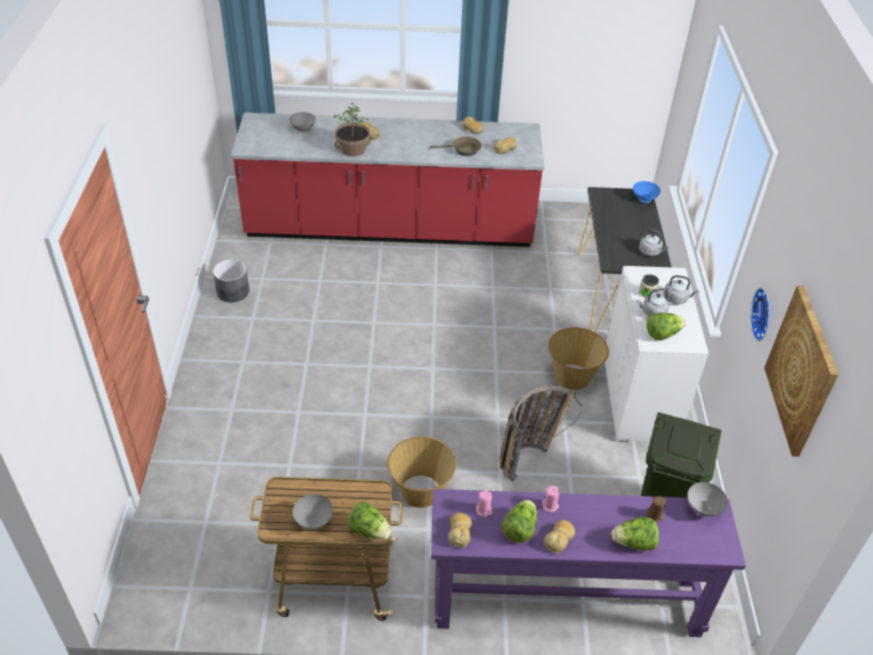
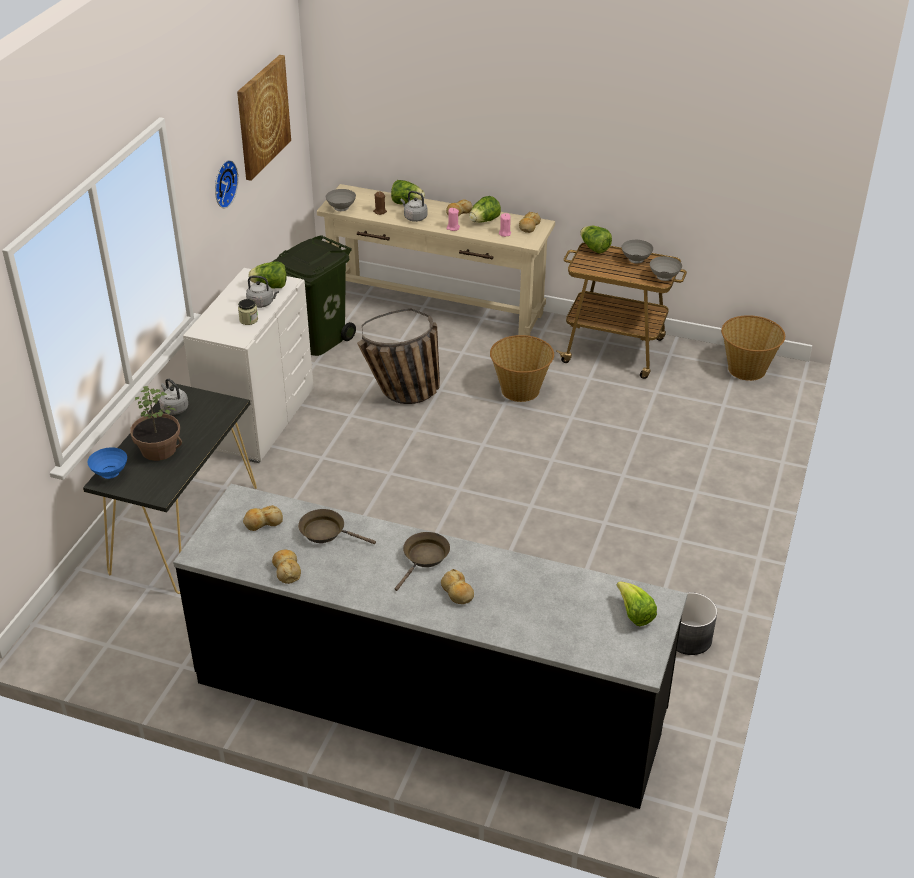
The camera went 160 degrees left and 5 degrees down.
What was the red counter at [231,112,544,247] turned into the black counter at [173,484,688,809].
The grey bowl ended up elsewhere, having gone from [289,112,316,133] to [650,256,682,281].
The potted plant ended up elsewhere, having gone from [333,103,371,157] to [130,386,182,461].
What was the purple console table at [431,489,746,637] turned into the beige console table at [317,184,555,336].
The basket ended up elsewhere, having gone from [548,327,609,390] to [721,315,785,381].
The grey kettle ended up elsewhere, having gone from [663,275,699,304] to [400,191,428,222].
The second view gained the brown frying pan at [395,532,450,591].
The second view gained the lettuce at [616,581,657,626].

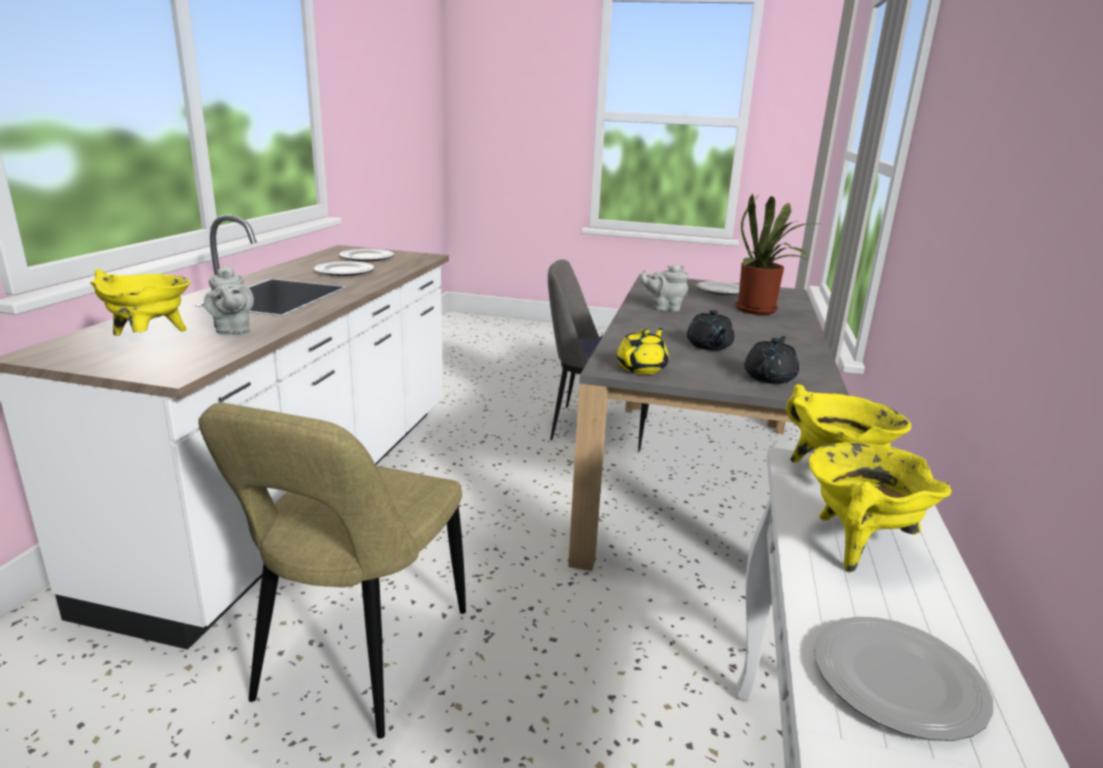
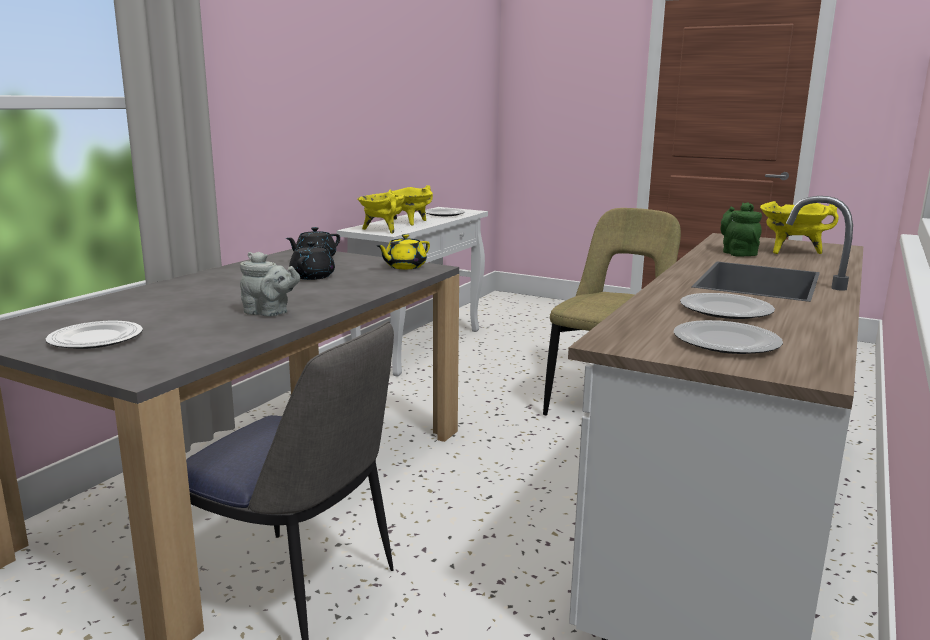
The camera went 165 degrees left and 5 degrees down.
What was the grey teapot at [204,265,254,335] turned into the green teapot at [720,202,762,257].
The second view lost the potted plant at [735,194,817,315].

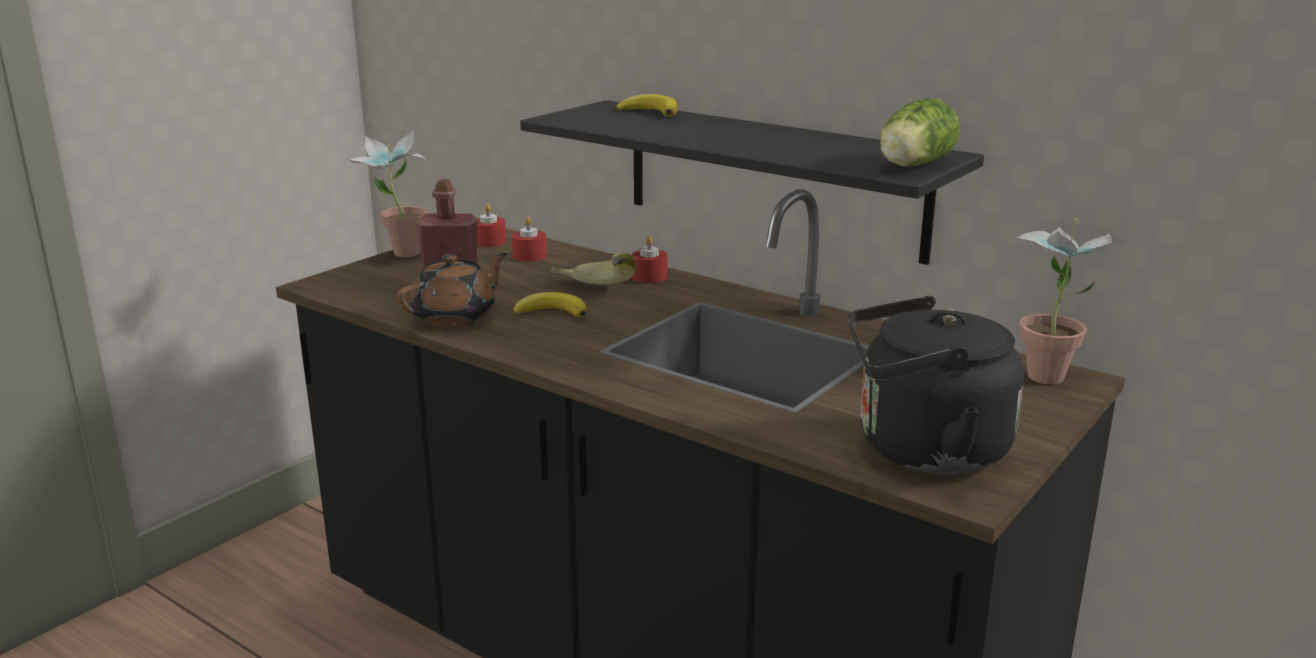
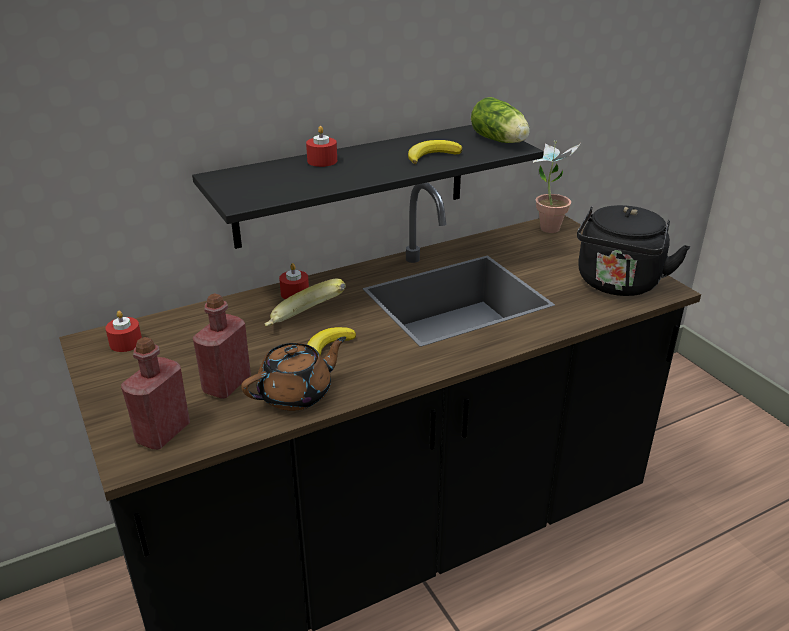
The camera went 65 degrees left and 10 degrees up.
The second view lost the potted plant at [349,130,428,257].
The brown teapot at [397,253,507,327] ended up facing another way, 75 degrees clockwise from before.
The red candle ended up elsewhere, having gone from [512,217,547,262] to [306,126,337,167].
The banana ended up elsewhere, having gone from [616,94,677,117] to [408,140,462,164].
The second view gained the red bottle at [121,337,190,450].

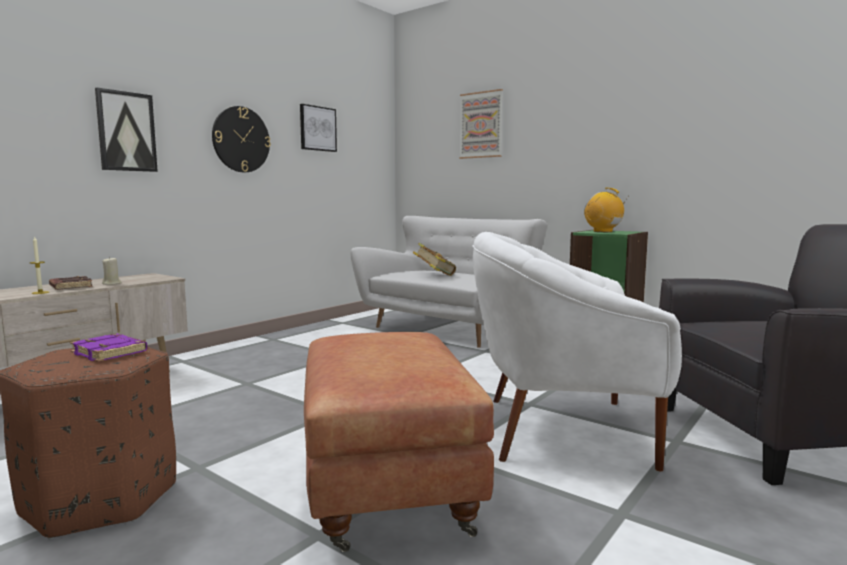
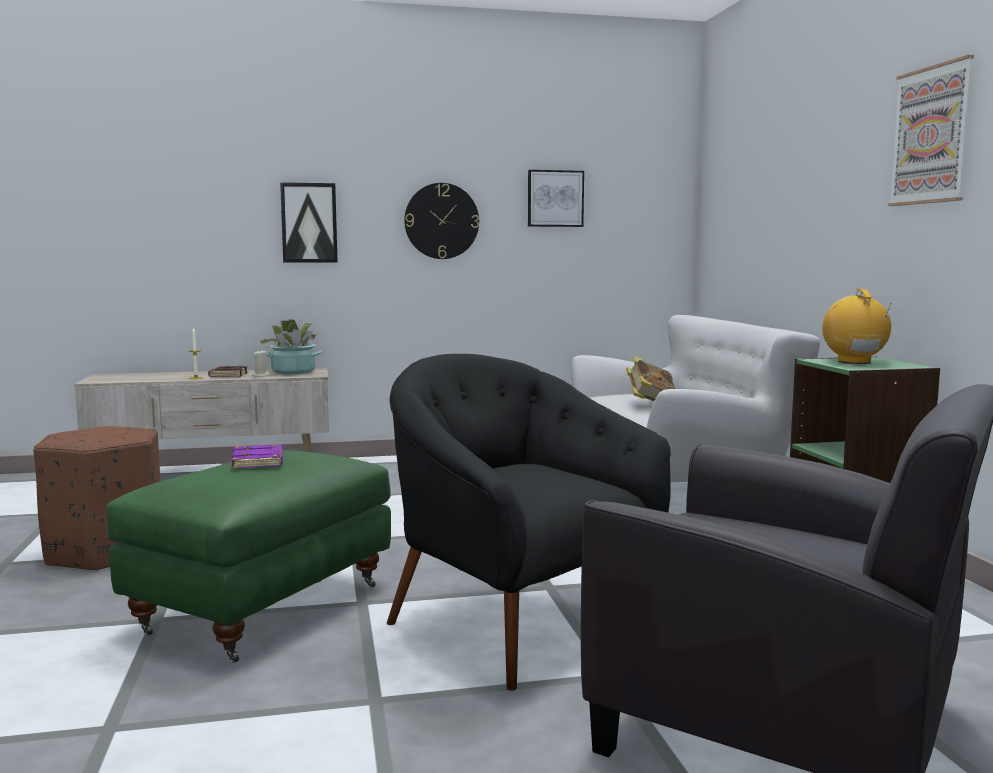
The camera went 40 degrees right and 0 degrees up.
The purple book ended up elsewhere, having gone from [70,334,148,362] to [232,444,283,469].
What was the brown ottoman at [304,332,494,552] turned into the green ottoman at [106,450,391,663].
The picture ended up elsewhere, having gone from [459,89,503,159] to [888,55,974,206].
What was the white armchair at [472,232,682,471] turned into the black armchair at [387,354,671,691].
The second view gained the potted plant at [259,319,322,374].

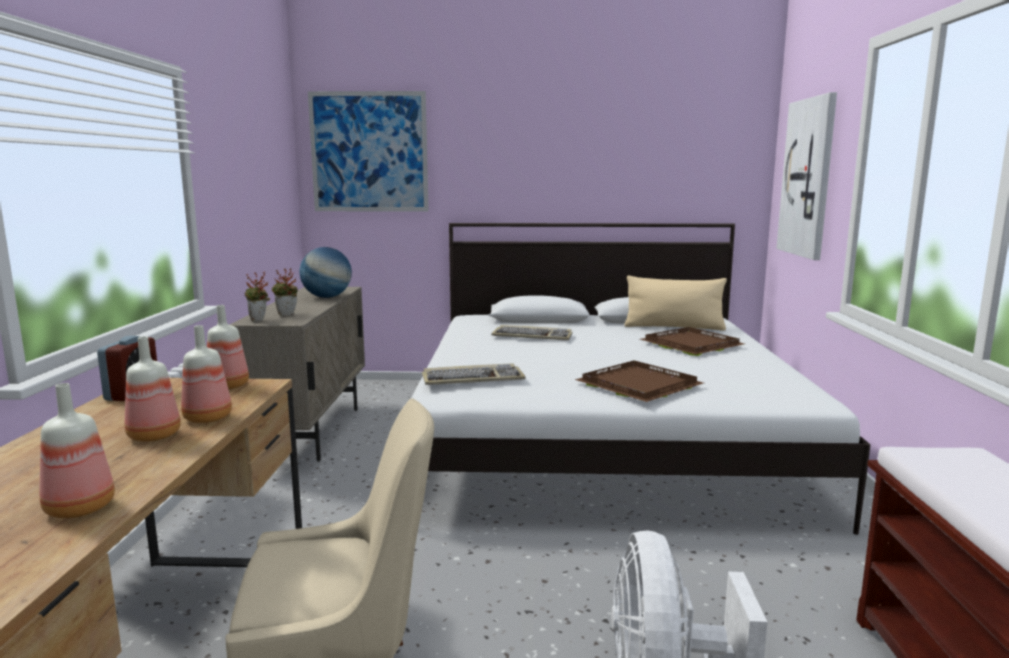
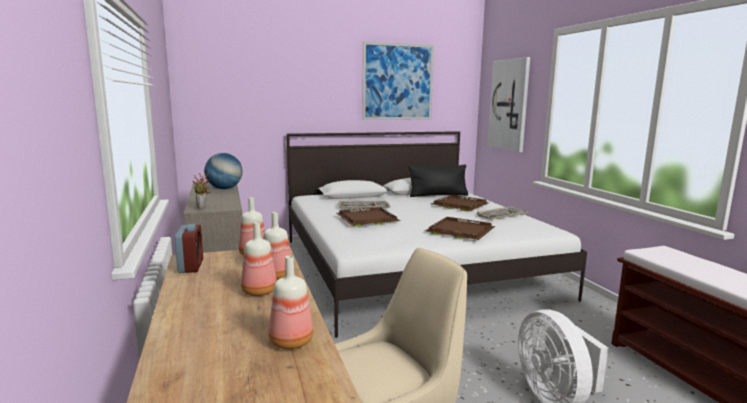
The camera went 20 degrees left and 0 degrees up.
The second view lost the potted plant at [272,269,298,316].
The picture ended up elsewhere, having gone from [308,91,429,212] to [362,41,434,120].
The keyboard ended up elsewhere, having gone from [422,363,526,385] to [477,206,529,219].
What was the beige pillow at [624,276,727,331] turned into the black pillow at [409,164,468,197].
The second view gained the brown tray at [337,207,400,227].

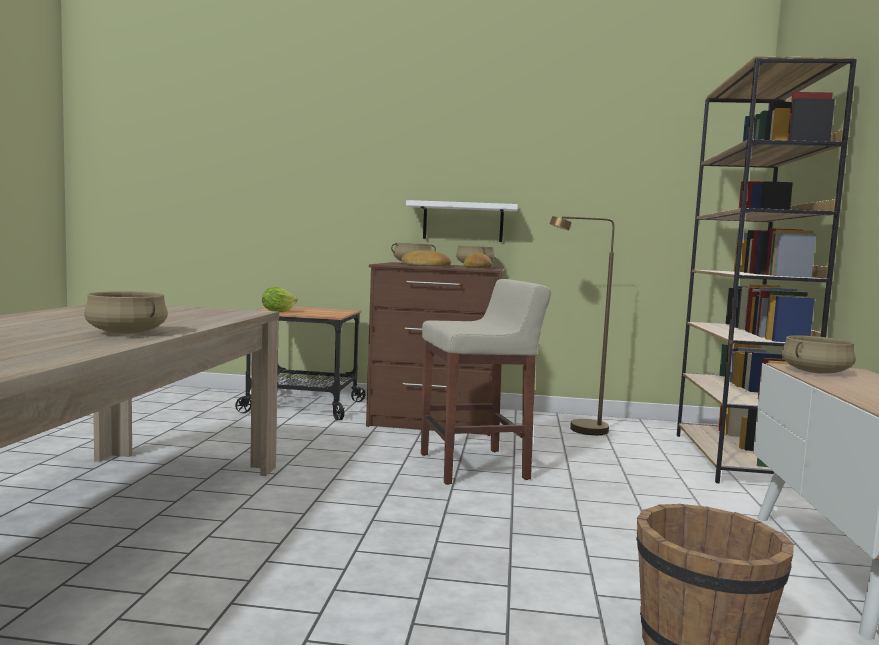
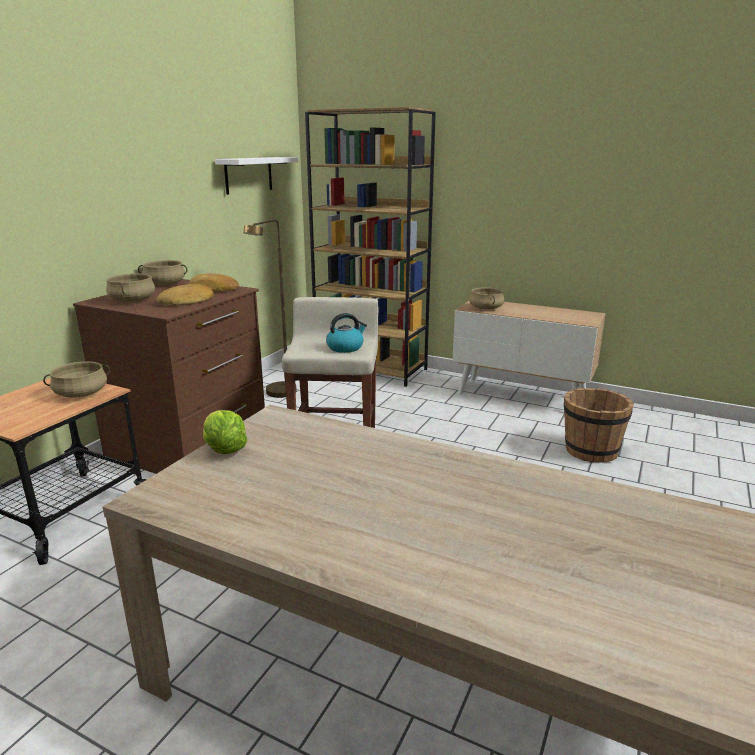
The camera went 70 degrees left and 15 degrees up.
The beige cooking pot ended up elsewhere, having gone from [84,291,168,334] to [43,361,110,397].
The lettuce ended up elsewhere, having gone from [262,287,297,312] to [203,410,247,454].
The white shelf ended up elsewhere, having gone from [406,200,518,242] to [215,157,298,195].
The second view gained the kettle at [326,313,367,353].

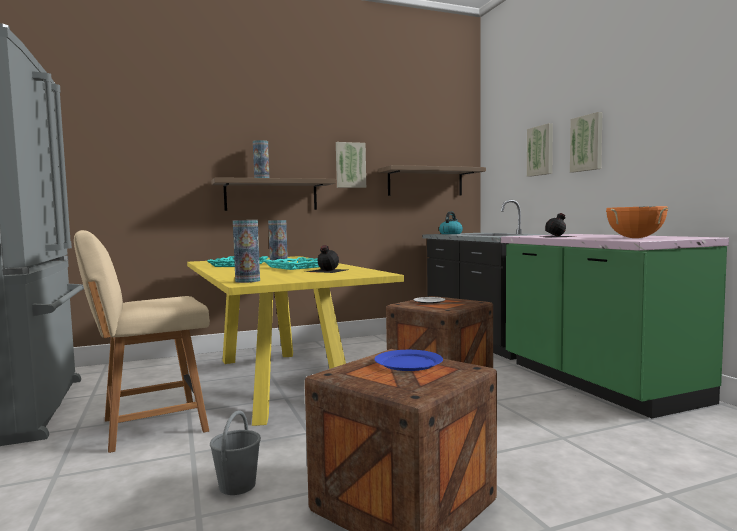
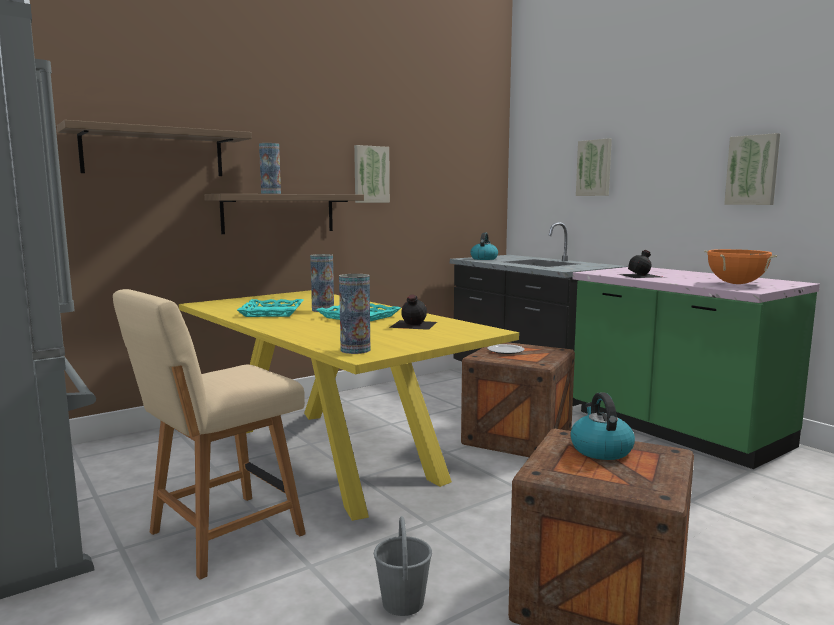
The camera went 15 degrees left and 5 degrees up.
Where the blue plate stood at [374,350,443,371], the kettle came to stand at [570,393,635,460].
The shelf ended up elsewhere, having gone from [378,165,486,196] to [57,120,252,176].
The picture ended up elsewhere, having gone from [570,112,602,172] to [724,133,780,205].

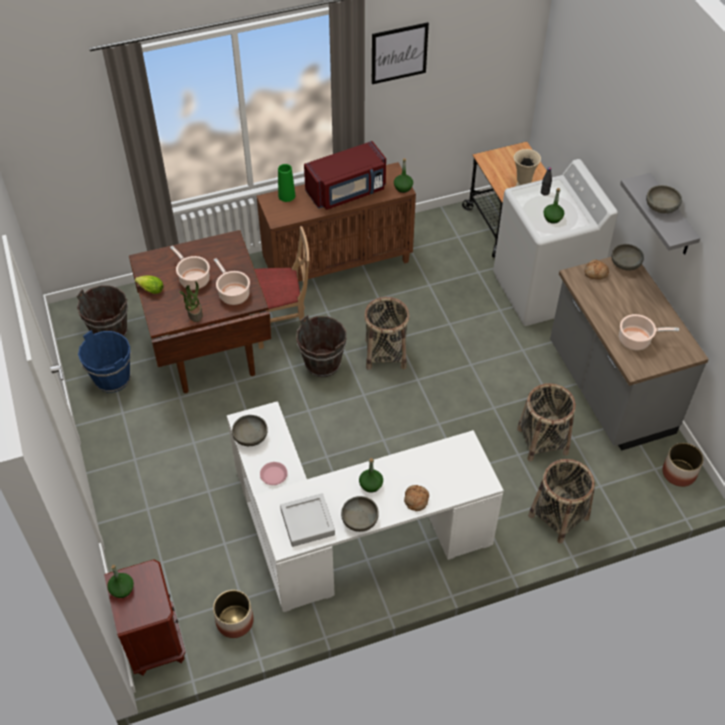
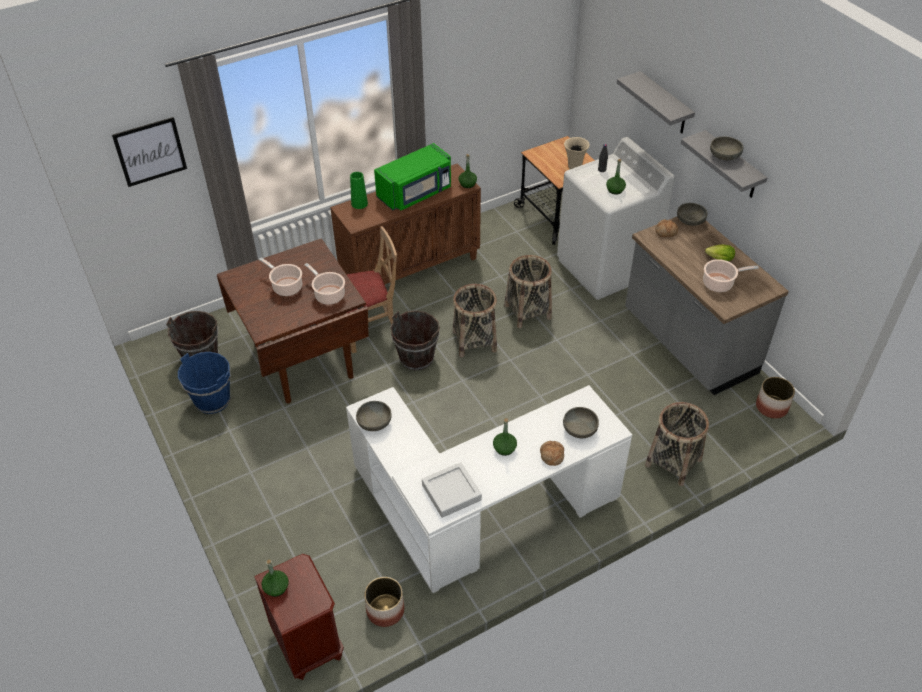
The camera went 10 degrees left and 5 degrees down.
The lettuce ended up elsewhere, having gone from [135,276,164,294] to [705,245,735,261].
The second view lost the potted plant at [179,281,203,322].
The second view lost the pink plate at [260,462,287,485].
What was the red microwave at [304,141,386,210] turned into the green microwave at [374,143,451,211].
The grey bowl ended up elsewhere, having gone from [341,496,379,532] to [563,407,599,438].
The picture ended up elsewhere, having gone from [372,22,429,84] to [112,117,187,187].
The basket ended up elsewhere, having gone from [517,383,576,461] to [504,255,552,328].
The second view gained the grey shelf at [617,71,695,133].

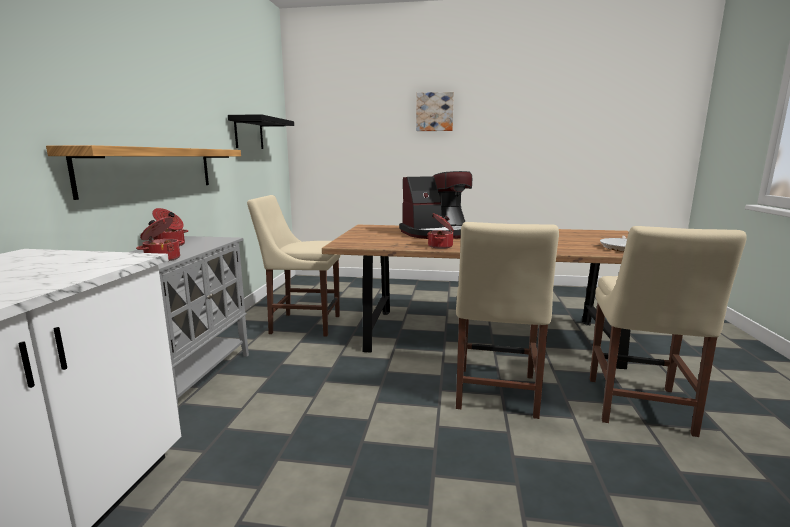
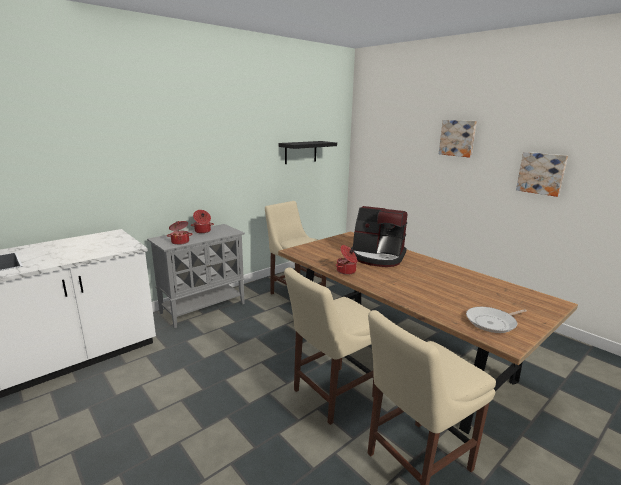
The camera went 40 degrees right and 5 degrees up.
The second view lost the shelf at [46,145,241,200].
The second view gained the picture at [516,152,568,197].

